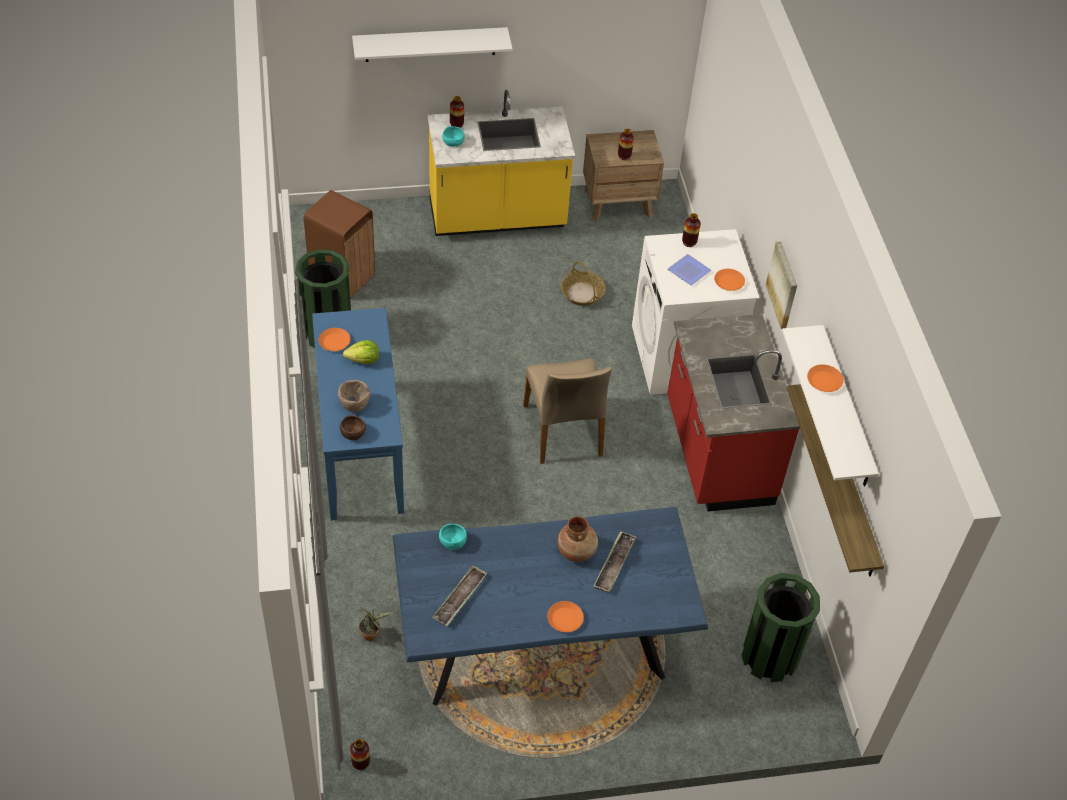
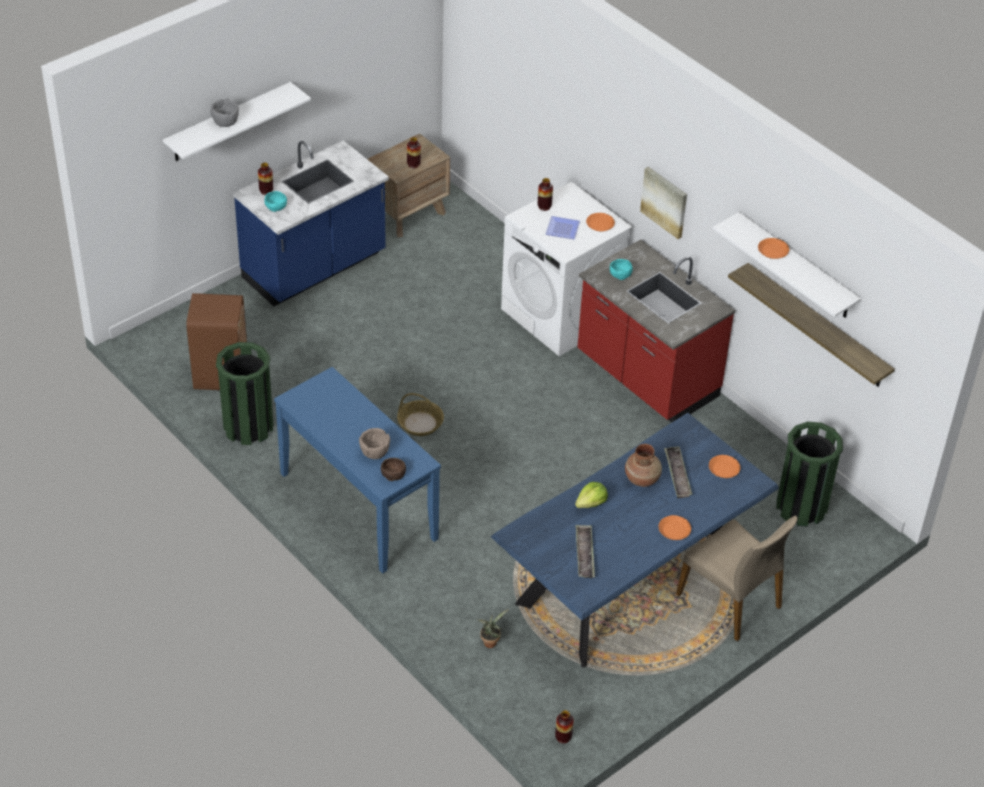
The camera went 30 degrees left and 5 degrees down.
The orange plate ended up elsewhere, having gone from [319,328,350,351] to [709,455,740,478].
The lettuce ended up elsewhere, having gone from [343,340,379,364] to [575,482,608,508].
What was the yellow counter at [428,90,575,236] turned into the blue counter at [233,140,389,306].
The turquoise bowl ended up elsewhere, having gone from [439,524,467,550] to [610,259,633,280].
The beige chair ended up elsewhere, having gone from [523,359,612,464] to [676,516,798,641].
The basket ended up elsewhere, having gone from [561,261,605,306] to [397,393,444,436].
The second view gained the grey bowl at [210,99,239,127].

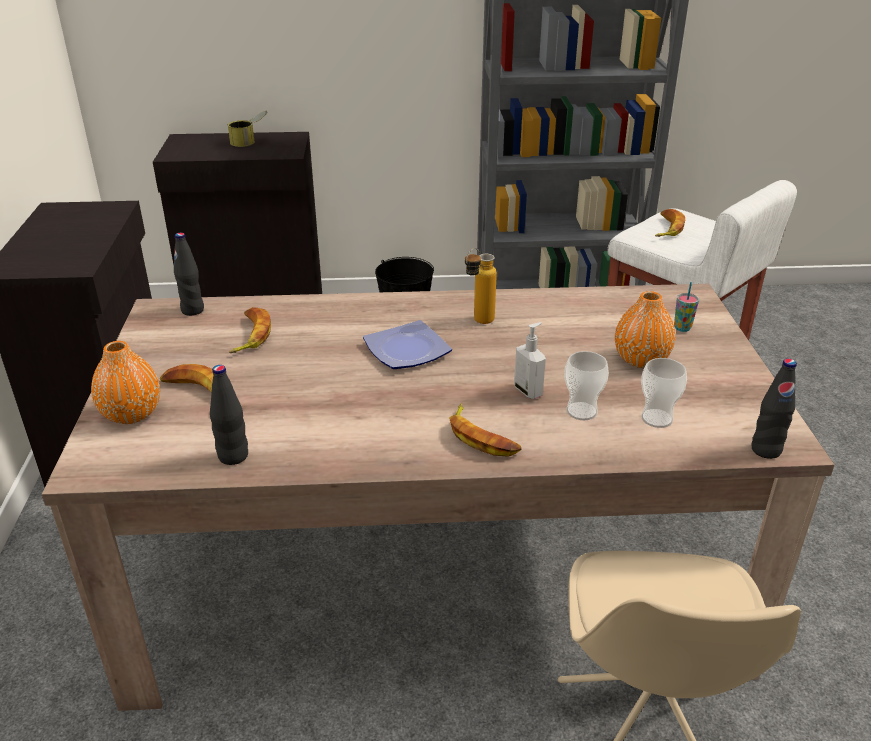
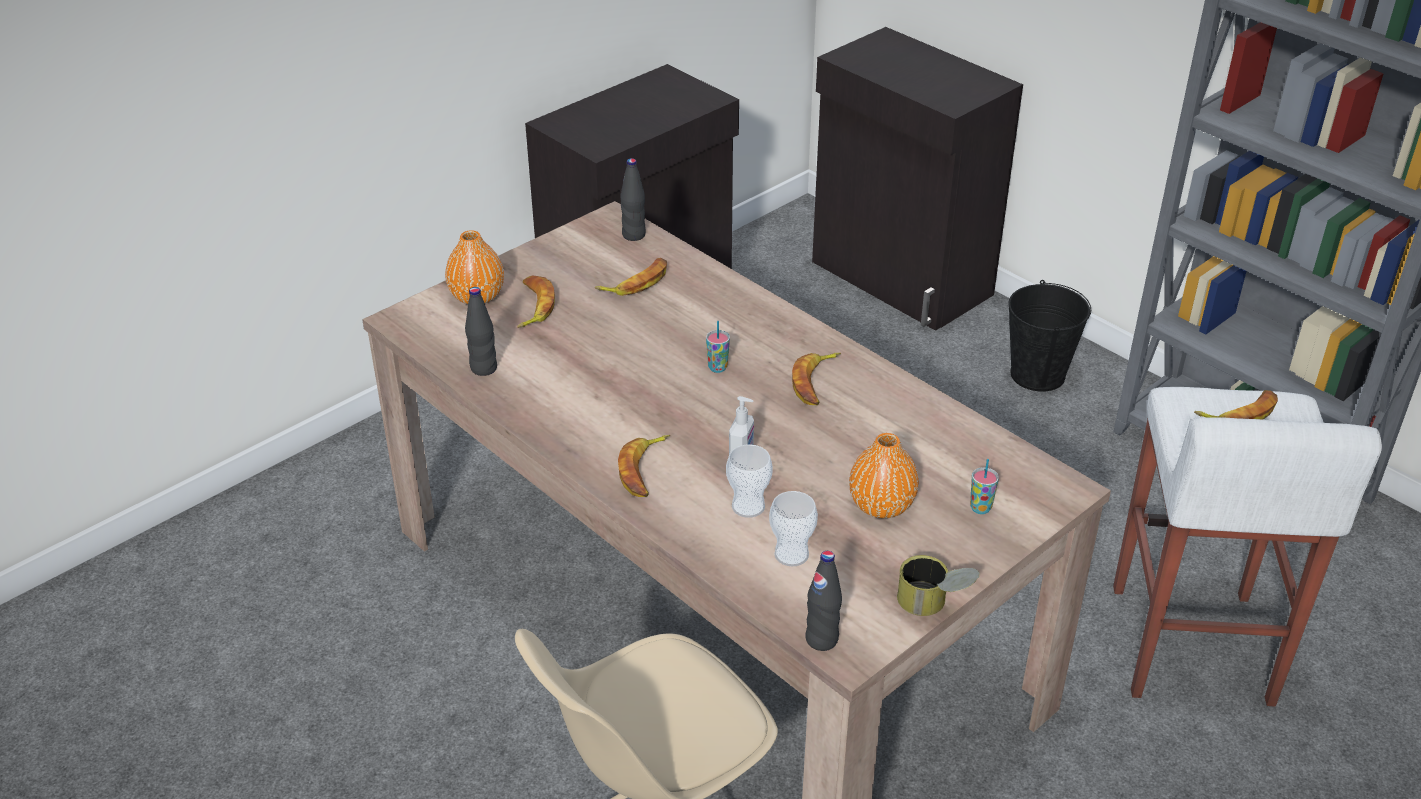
The camera went 50 degrees right and 5 degrees up.
The can ended up elsewhere, having gone from [228,111,267,147] to [897,555,980,616].
Where the plate stood at [363,320,452,369], the cup came to stand at [706,321,730,373].
Where the bottle stood at [465,248,497,324], the banana came to stand at [792,353,841,405].

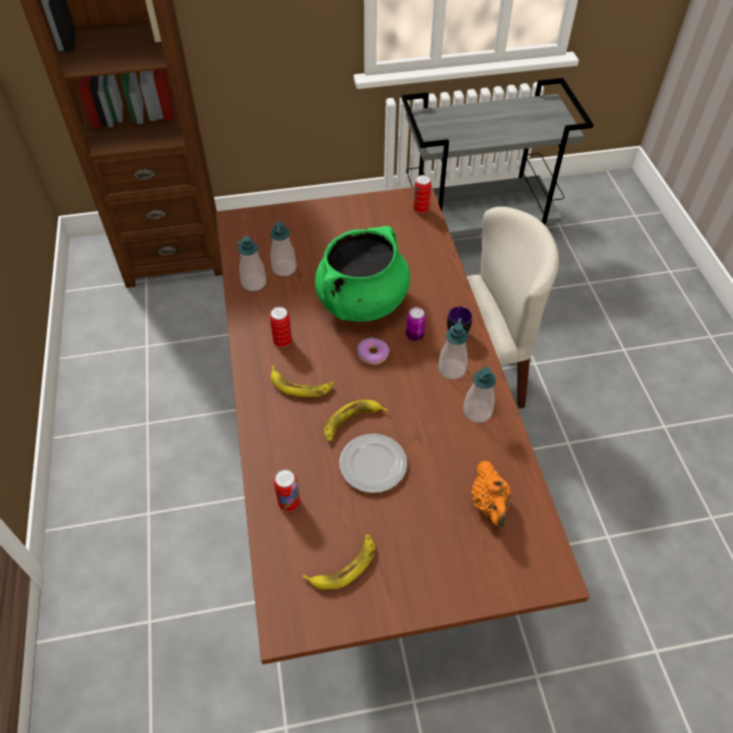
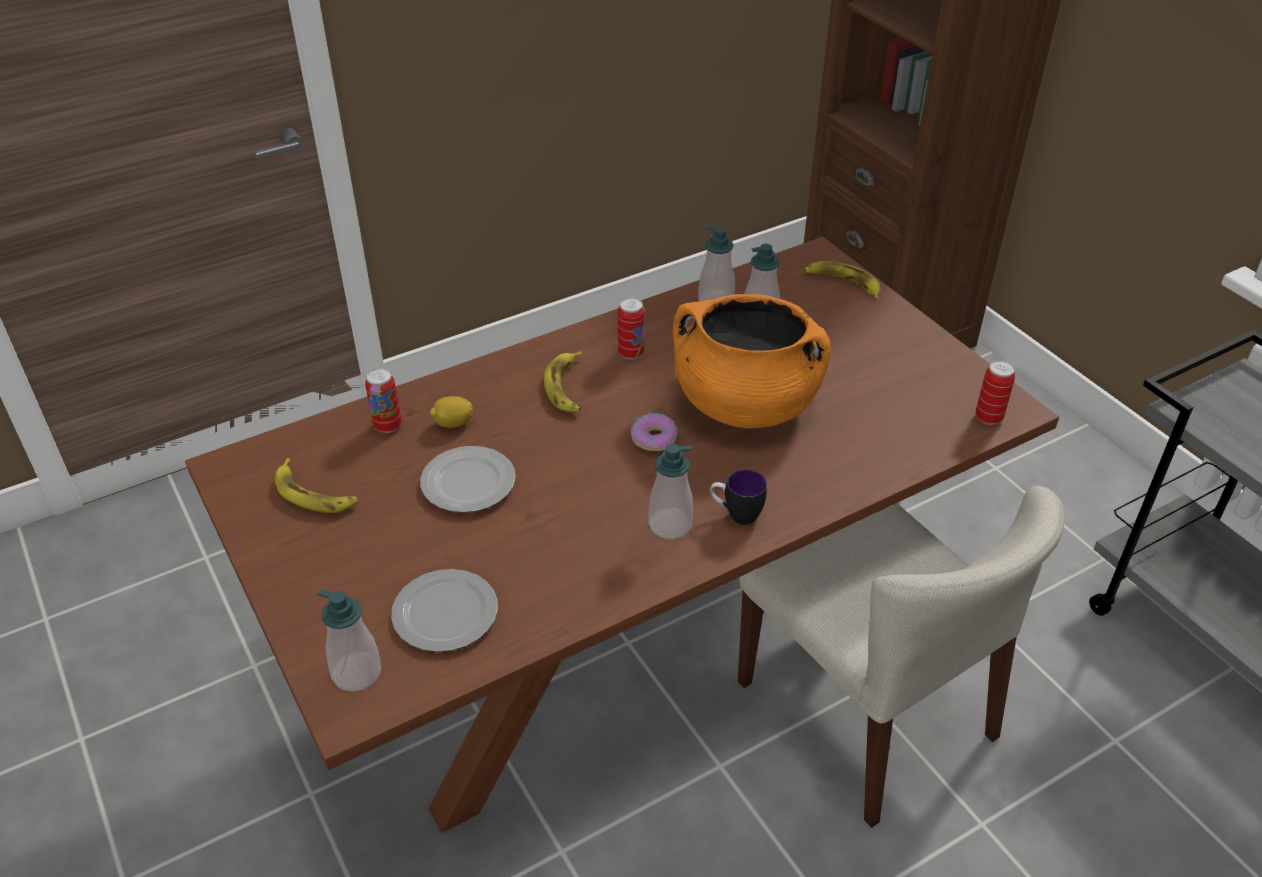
The camera went 70 degrees right and 10 degrees down.
What was the green cooking pot at [315,226,410,322] turned into the orange cooking pot at [673,294,831,428].
The banana ended up elsewhere, having gone from [324,400,388,442] to [804,261,881,300].
The second view lost the can at [406,307,426,341].
The soap dispenser ended up elsewhere, having gone from [464,367,496,423] to [317,589,381,692].
Where the orange teapot stood at [471,461,512,528], the plate came to stand at [391,569,498,652].
The second view gained the lemon at [430,396,473,428].

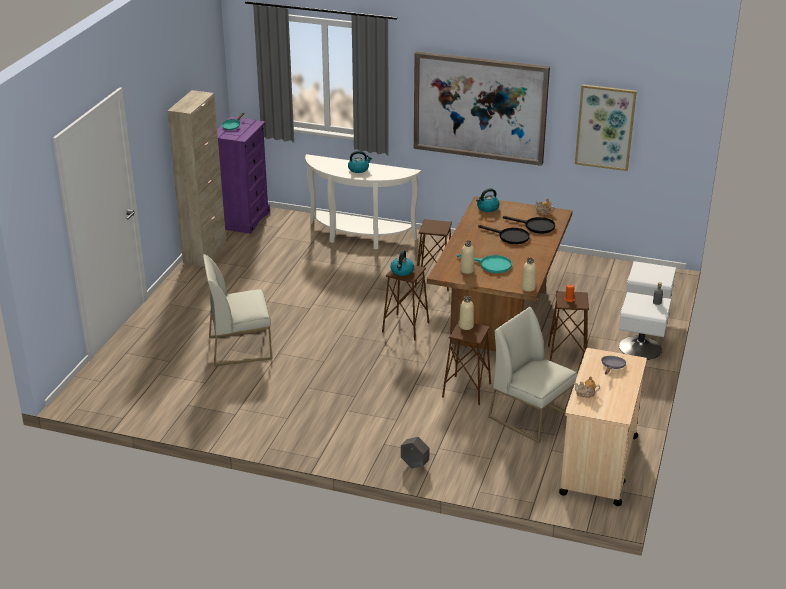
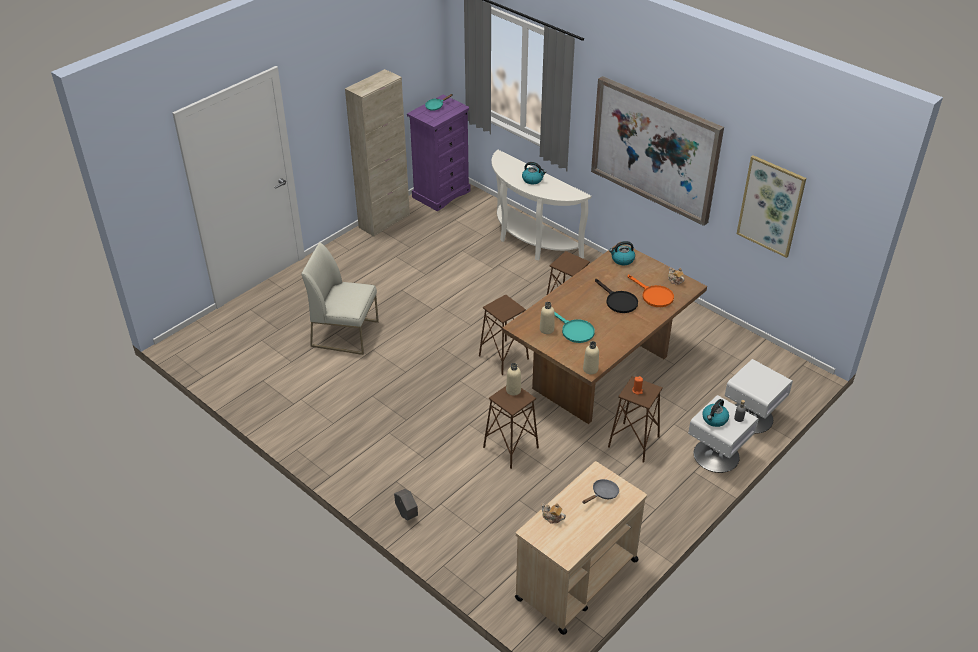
The camera went 25 degrees right and 10 degrees up.
The kettle ended up elsewhere, having gone from [390,250,414,276] to [702,399,729,427].
The second view lost the white chair at [488,307,577,443].
What was the black frying pan at [503,216,555,233] turned into the orange frying pan at [628,275,674,307].

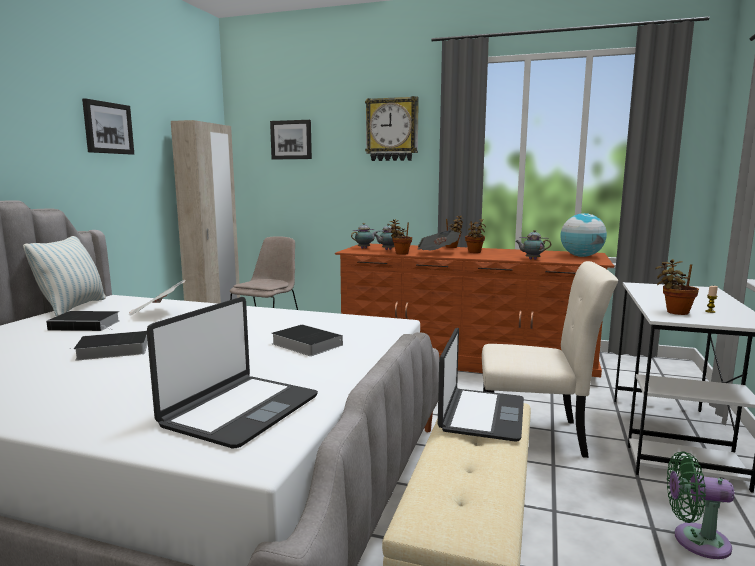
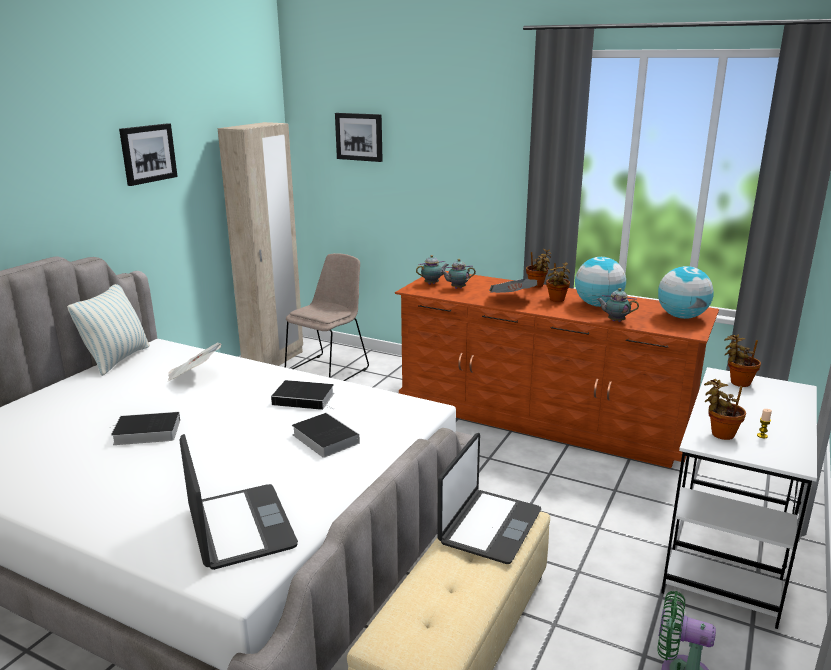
The camera went 10 degrees right and 10 degrees up.
The book ended up elsewhere, having gone from [46,311,120,331] to [271,380,334,410].
The laptop at [147,297,318,449] ended up facing another way, 60 degrees counterclockwise from before.
The second view lost the wall clock at [365,96,419,161].
The potted plant ended up elsewhere, having gone from [390,219,412,255] to [724,335,761,387].
The second view lost the beige chair at [482,261,618,458].
The second view gained the globe at [575,257,626,307].

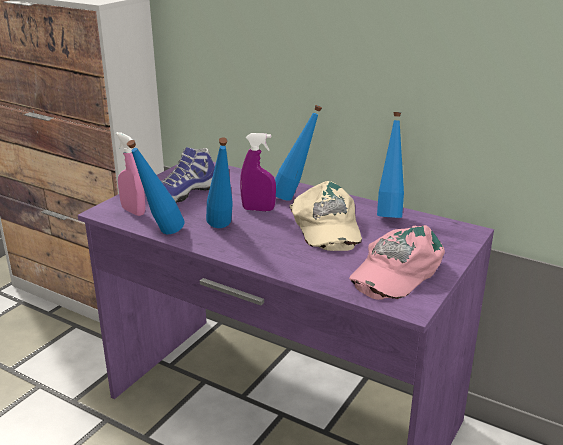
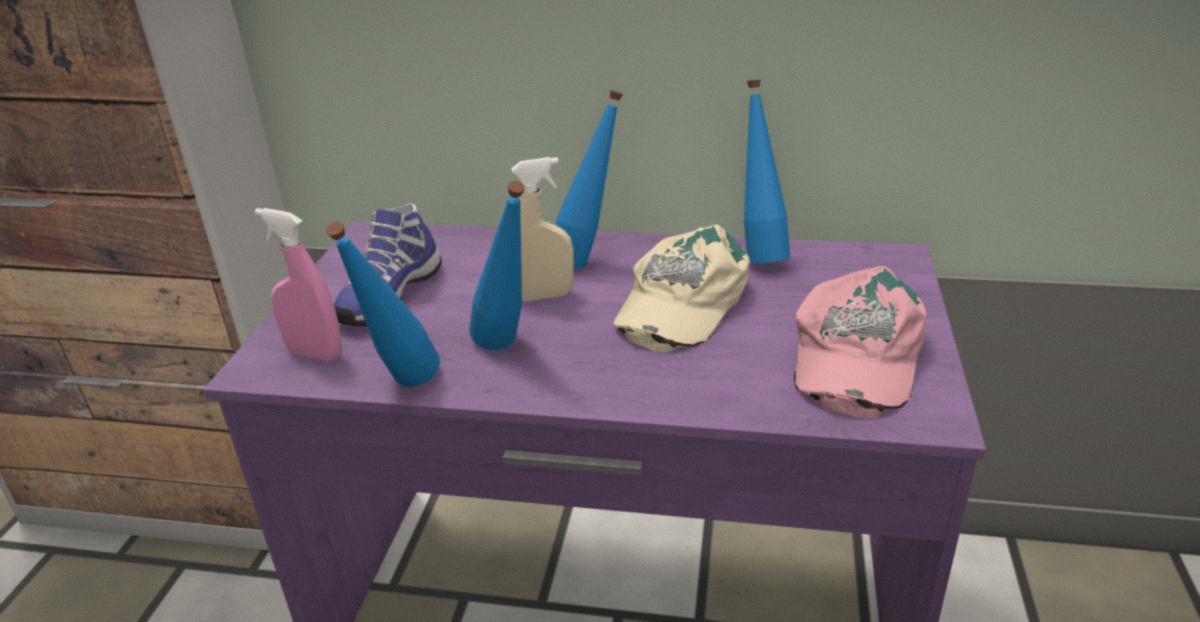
The camera went 20 degrees left and 5 degrees up.
What was the purple spray bottle at [240,133,276,211] turned into the beige spray bottle at [511,157,574,301].
The beige cap at [289,181,362,251] ended up facing another way, 60 degrees clockwise from before.

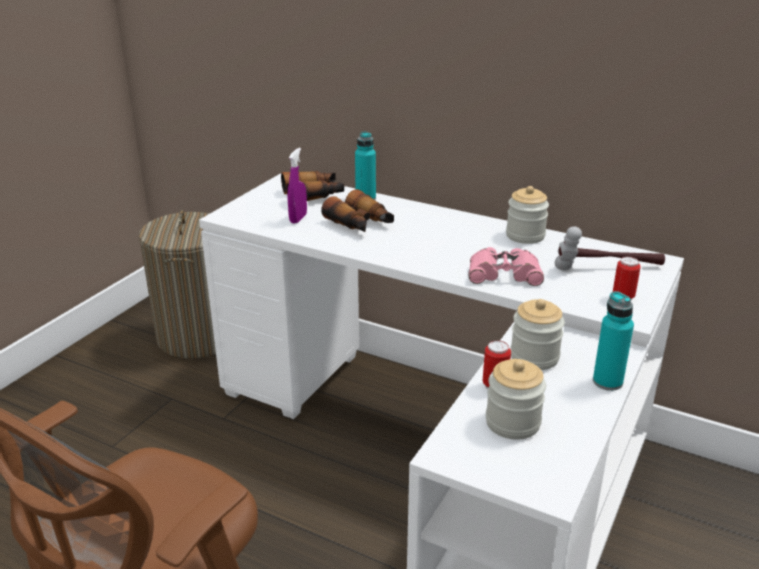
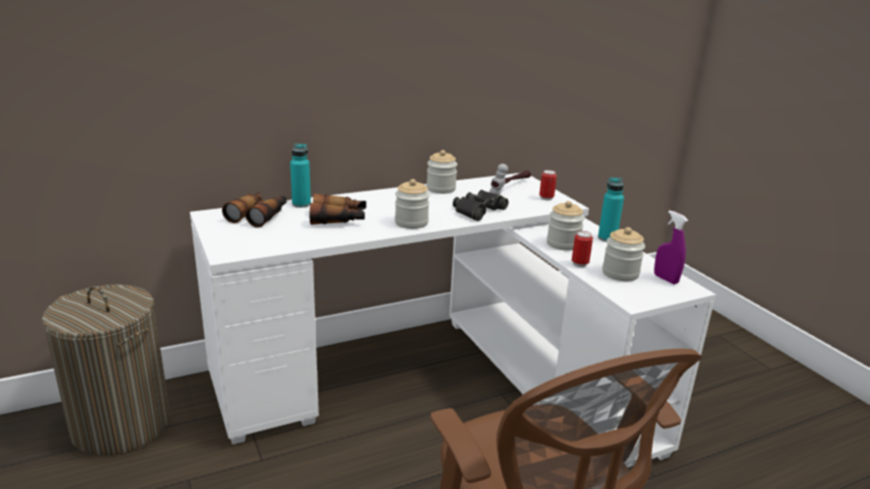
The camera went 55 degrees left and 5 degrees down.
The purple spray bottle ended up elsewhere, having gone from [288,148,307,223] to [654,210,688,284].
What was the pink binoculars at [468,247,544,286] turned into the black binoculars at [453,190,508,221].
The second view gained the jar at [395,179,430,229].

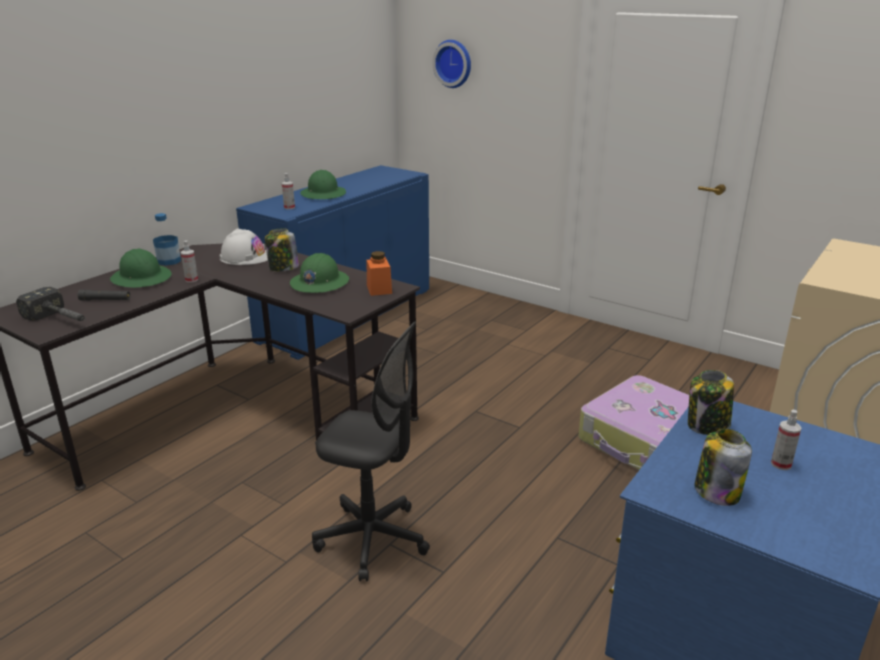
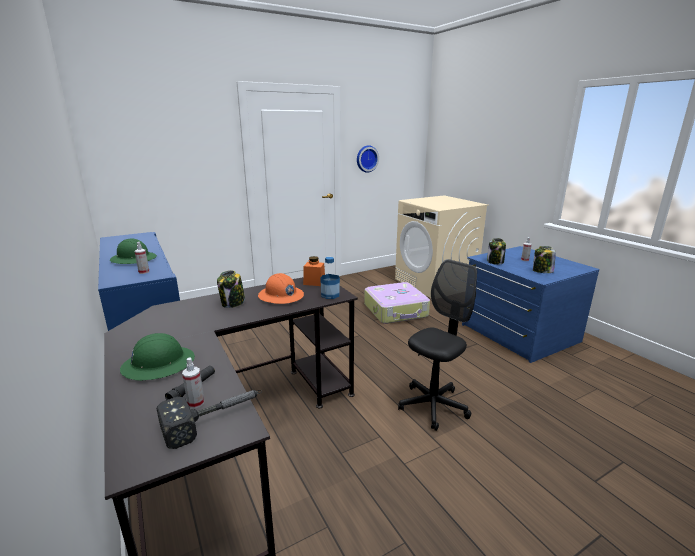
The camera went 65 degrees left and 5 degrees down.
The bottle ended up elsewhere, having gone from [153,213,181,266] to [320,257,340,299].
The spray bottle ended up elsewhere, having gone from [181,240,198,283] to [182,357,204,408].
The second view lost the white hard hat at [219,228,268,265].
What was the green hard hat at [290,253,349,293] turned into the orange hard hat at [258,273,304,304].
The wall clock ended up elsewhere, having gone from [432,40,471,88] to [357,145,379,173].

